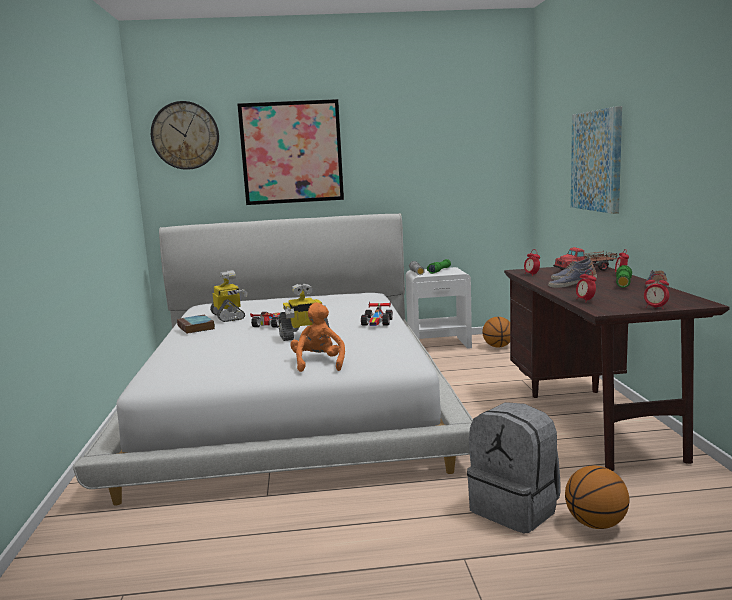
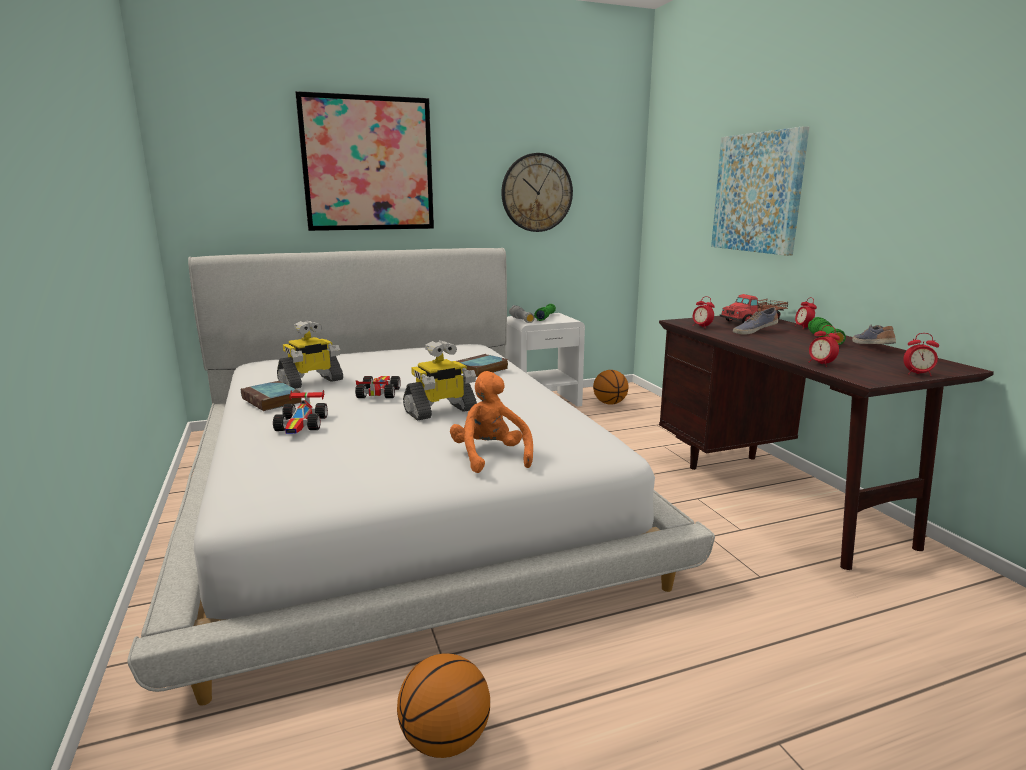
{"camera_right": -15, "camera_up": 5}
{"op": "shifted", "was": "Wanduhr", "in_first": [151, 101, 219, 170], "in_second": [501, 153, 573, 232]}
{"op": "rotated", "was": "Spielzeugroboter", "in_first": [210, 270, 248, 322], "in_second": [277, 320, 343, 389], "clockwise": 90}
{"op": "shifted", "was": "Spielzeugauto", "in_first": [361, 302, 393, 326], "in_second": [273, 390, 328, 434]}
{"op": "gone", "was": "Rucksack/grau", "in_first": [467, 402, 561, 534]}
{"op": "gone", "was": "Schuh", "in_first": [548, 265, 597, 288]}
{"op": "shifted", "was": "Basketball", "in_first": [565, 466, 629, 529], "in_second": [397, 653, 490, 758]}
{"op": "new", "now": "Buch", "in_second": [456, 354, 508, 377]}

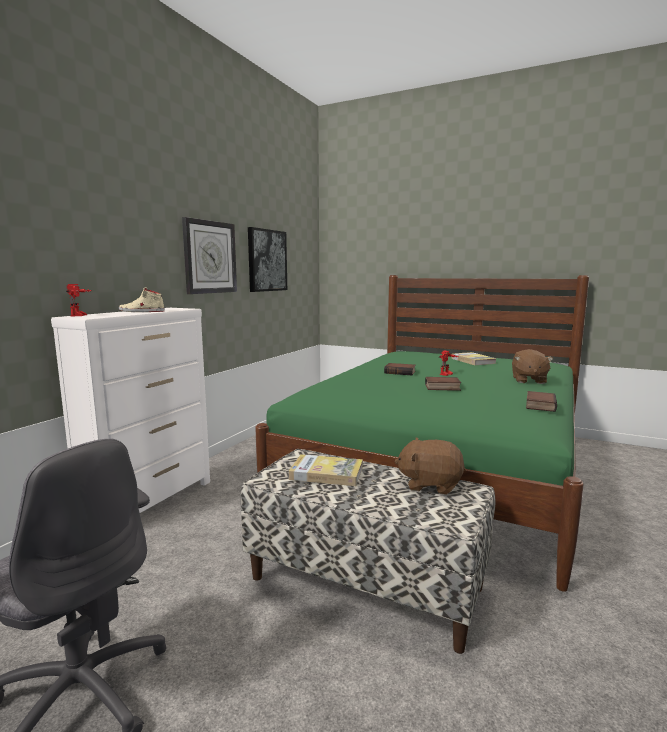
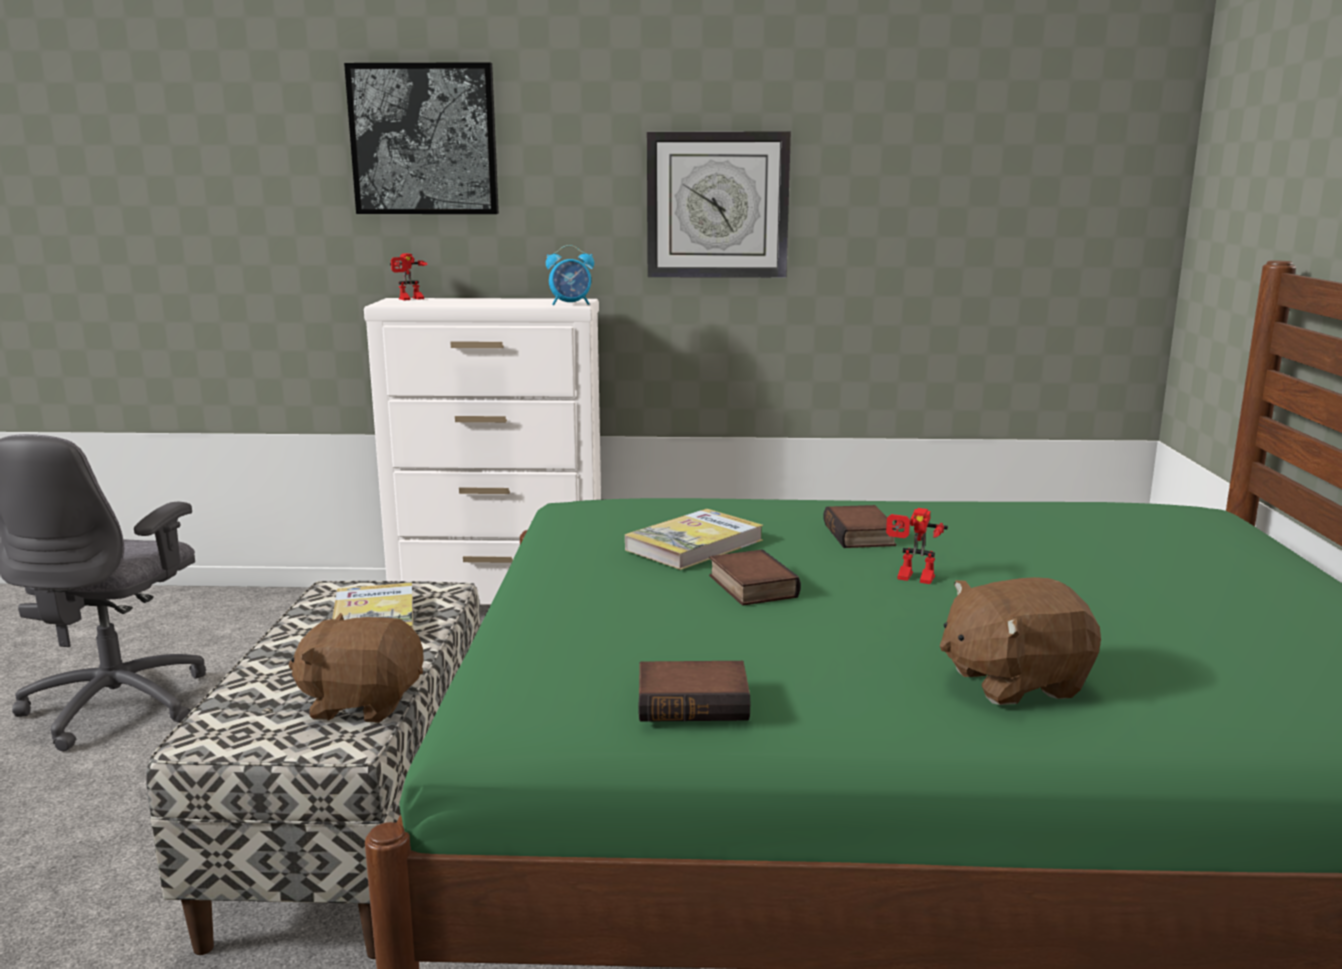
{"camera_right": 65, "camera_up": 5}
{"op": "gone", "was": "Schuh/beige", "in_first": [119, 287, 165, 312]}
{"op": "shifted", "was": "Bild", "in_first": [248, 227, 287, 292], "in_second": [344, 62, 499, 214]}
{"op": "rotated", "was": "Plüschtier/braun", "in_first": [394, 438, 466, 495], "in_second": [289, 613, 424, 723], "clockwise": -75}
{"op": "shifted", "was": "Buch", "in_first": [452, 352, 496, 365], "in_second": [625, 509, 763, 570]}
{"op": "new", "now": "Wecker", "in_second": [546, 245, 594, 306]}

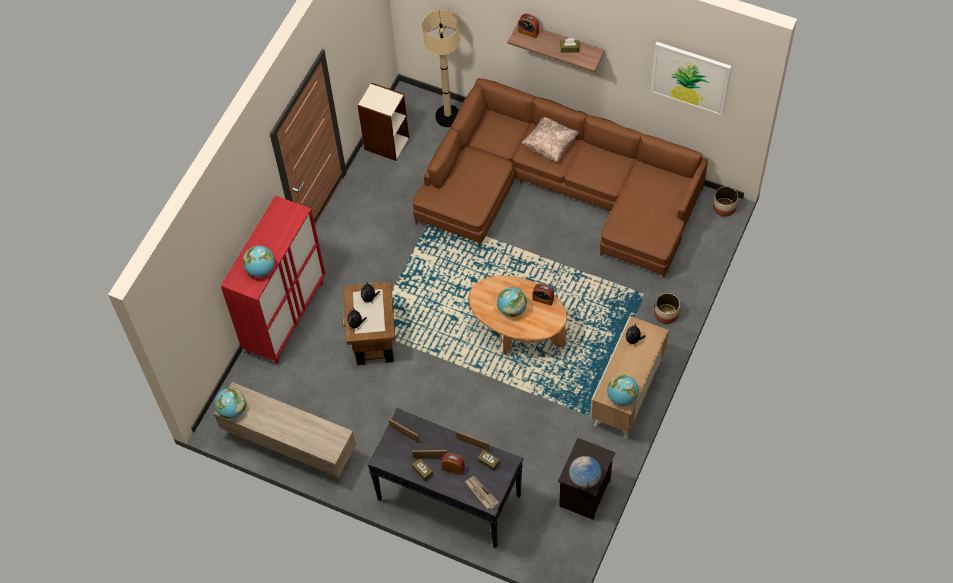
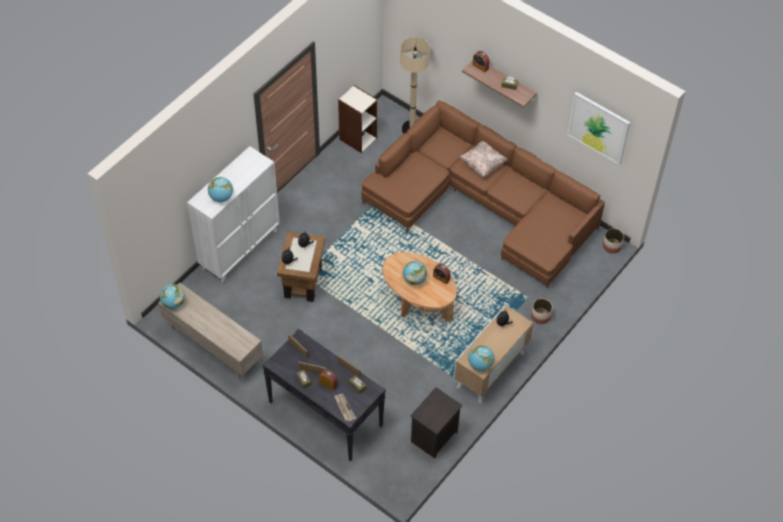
{"camera_right": 10, "camera_up": -5}
{"op": "repainted", "was": "Schrank/rot", "now": "Schrank/weiß", "in_first": [221, 195, 326, 364], "in_second": [187, 146, 280, 282]}
{"op": "gone", "was": "Globus", "in_first": [569, 456, 602, 489]}

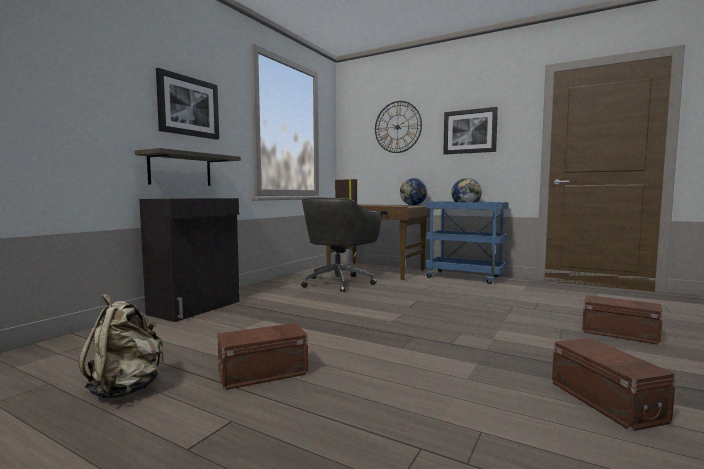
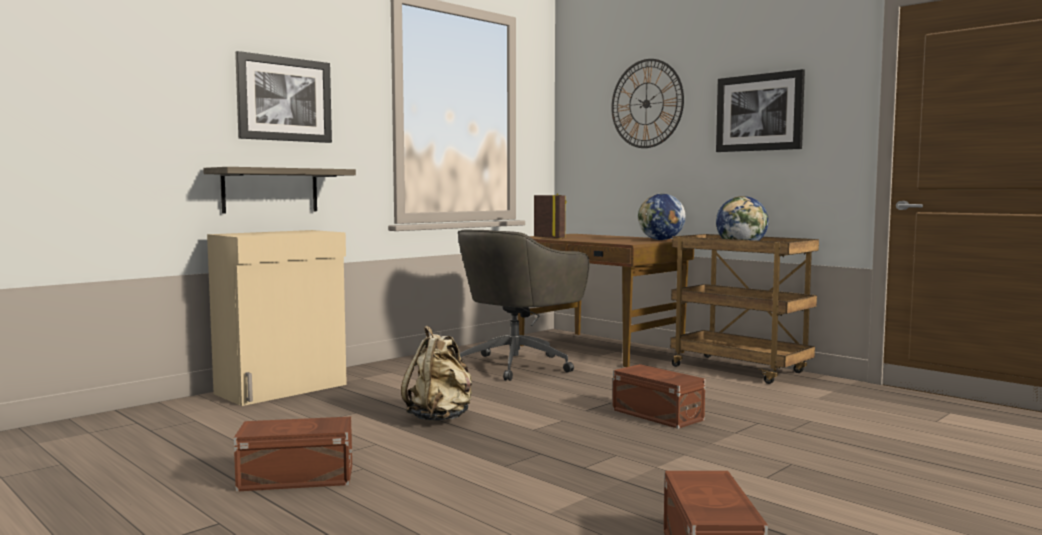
{"camera_right": 15, "camera_up": 0}
{"op": "shifted", "was": "Rucksack/beige", "in_first": [79, 294, 164, 398], "in_second": [401, 326, 472, 421]}
{"op": "repainted", "was": "Schrank/schwarz", "now": "Schrank/beige", "in_first": [139, 198, 240, 322], "in_second": [207, 230, 347, 406]}
{"op": "repainted", "was": "Rollwagen/blau", "now": "Rollwagen/braun", "in_first": [426, 201, 509, 284], "in_second": [670, 234, 819, 384]}
{"op": "shifted", "was": "Aufbewahrungsbox/braun", "in_first": [582, 295, 663, 345], "in_second": [613, 364, 705, 429]}

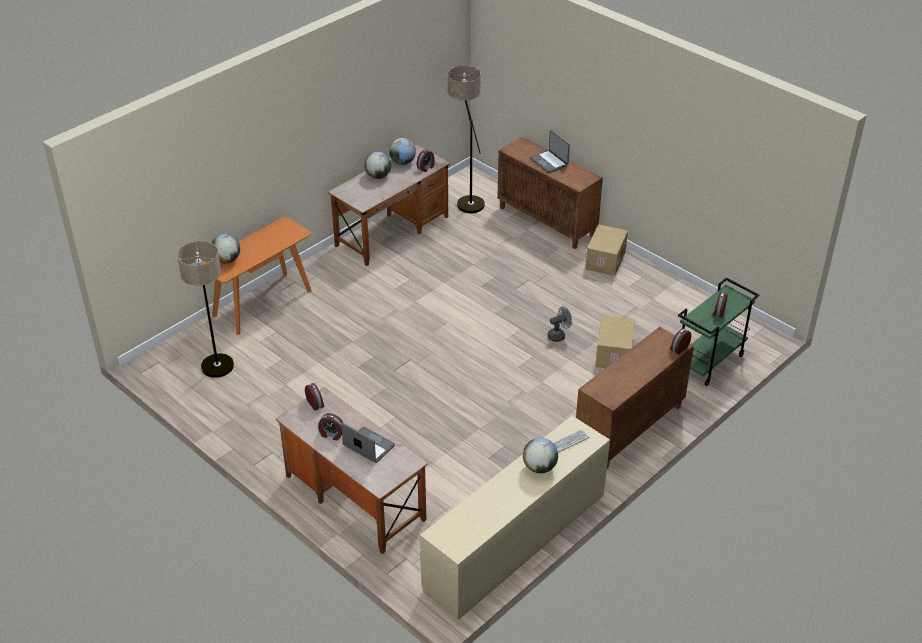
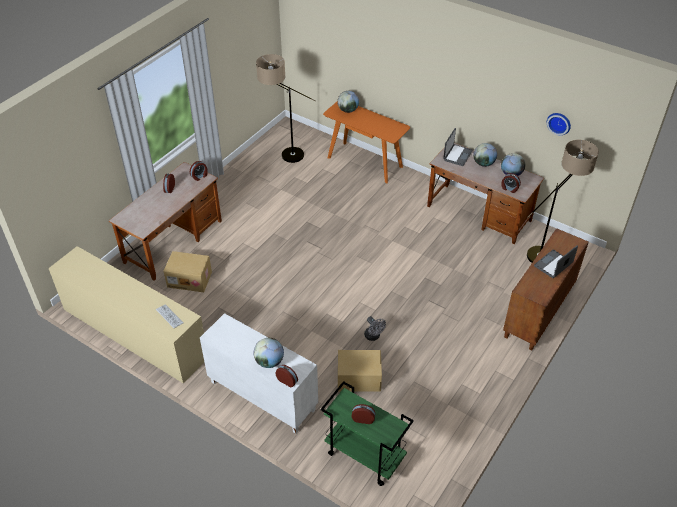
{"camera_right": 80, "camera_up": 5}
{"op": "shifted", "was": "Laptop", "in_first": [341, 423, 395, 463], "in_second": [443, 128, 473, 166]}
{"op": "shifted", "was": "Globus", "in_first": [523, 438, 558, 473], "in_second": [254, 338, 284, 368]}
{"op": "repainted", "was": "Schrank/braun", "now": "Schrank/weiß", "in_first": [576, 327, 694, 469], "in_second": [200, 313, 318, 434]}
{"op": "shifted", "was": "Karton", "in_first": [585, 224, 628, 276], "in_second": [164, 251, 212, 292]}
{"op": "new", "now": "Wanduhr", "in_second": [547, 113, 571, 135]}

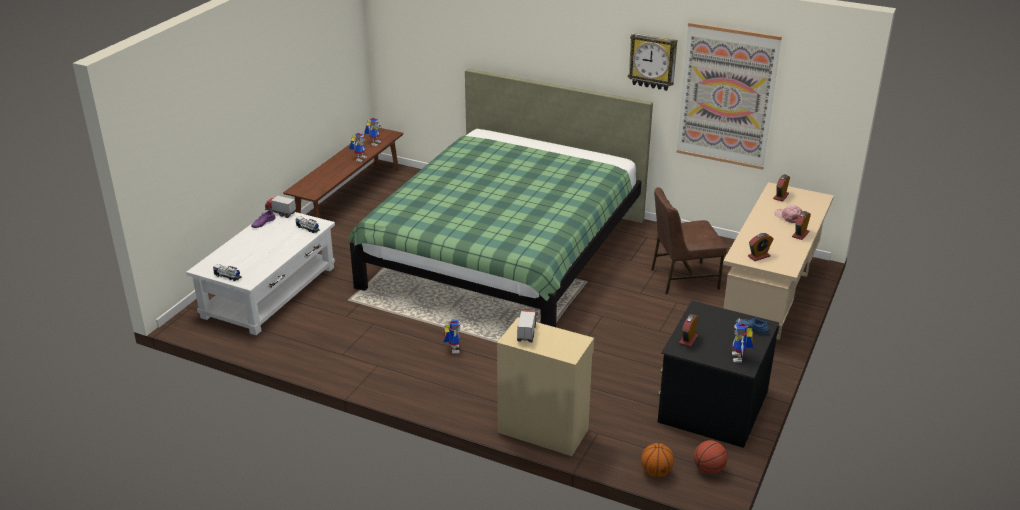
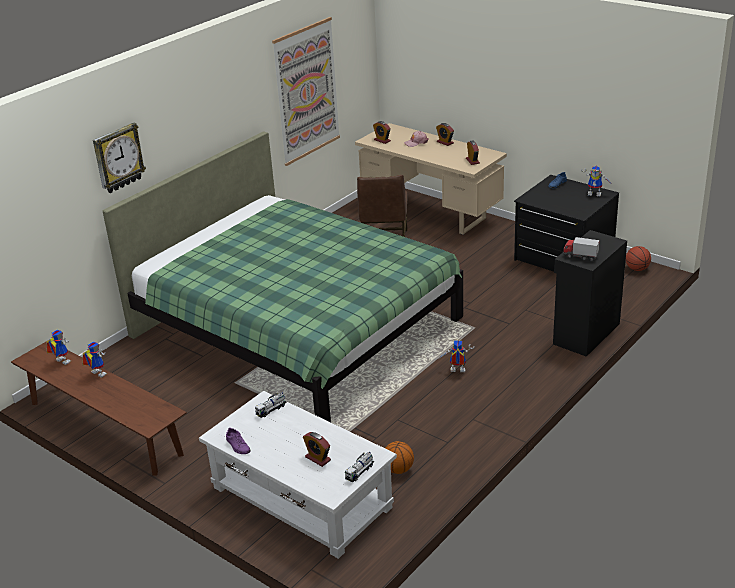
{"camera_right": -75, "camera_up": 0}
{"op": "gone", "was": "Spielzeuglaster", "in_first": [265, 195, 296, 218]}
{"op": "repainted", "was": "Schrank/beige", "now": "Schrank/schwarz", "in_first": [497, 317, 594, 456], "in_second": [553, 230, 627, 357]}
{"op": "shifted", "was": "Wanduhr", "in_first": [628, 33, 677, 91], "in_second": [93, 123, 146, 193]}
{"op": "shifted", "was": "Basketball", "in_first": [641, 443, 674, 477], "in_second": [385, 441, 414, 474]}
{"op": "shifted", "was": "Wecker", "in_first": [679, 314, 699, 347], "in_second": [303, 432, 331, 467]}

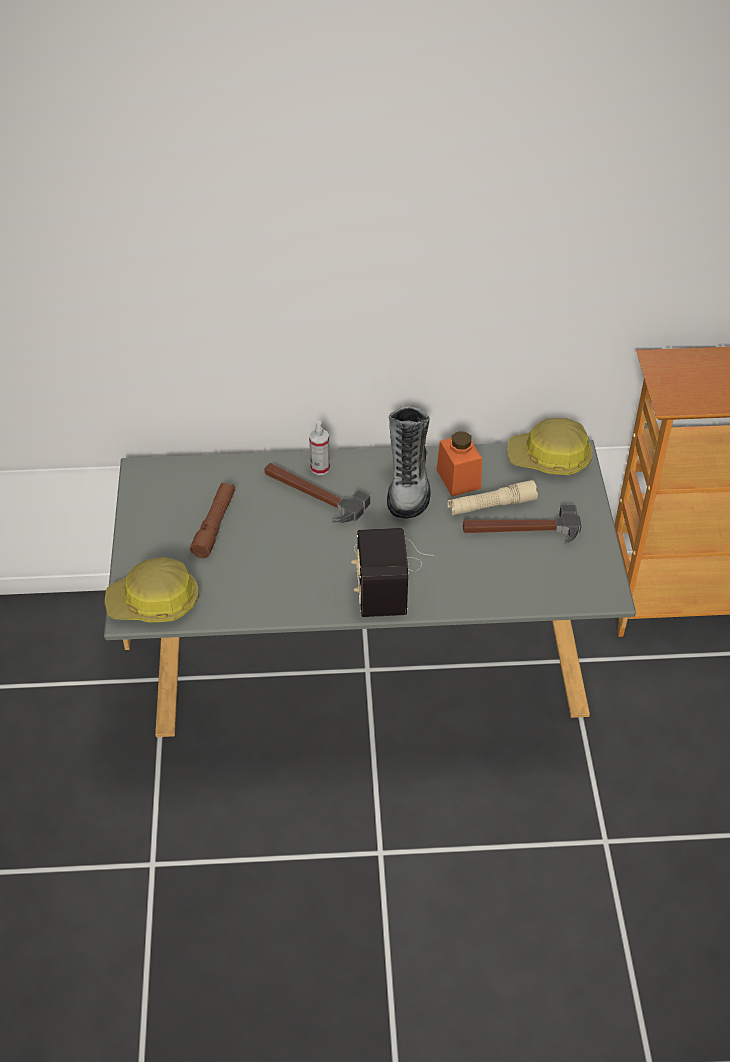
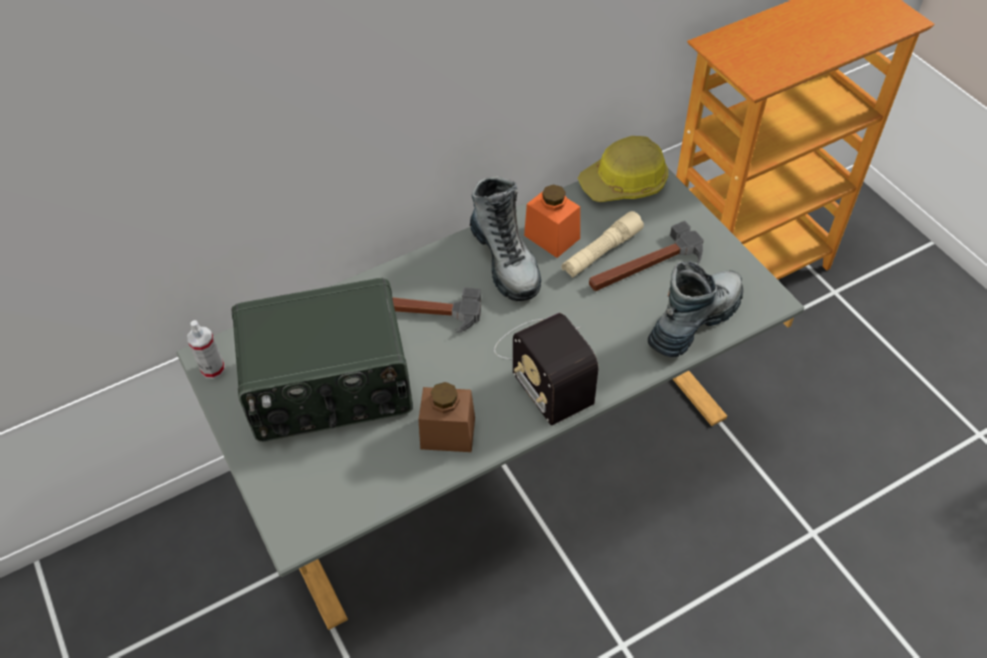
{"camera_right": -25, "camera_up": 5}
{"op": "gone", "was": "Schutzhelm", "in_first": [105, 557, 199, 622]}
{"op": "swapped", "was": "Taschenlampe/braun", "now": "Radio", "in_first": [190, 483, 235, 558], "in_second": [231, 278, 413, 442]}
{"op": "shifted", "was": "Sprühflasche", "in_first": [309, 421, 330, 475], "in_second": [187, 320, 225, 379]}
{"op": "new", "now": "Vorratsglas/braun", "in_second": [418, 382, 475, 452]}
{"op": "new", "now": "Stiefel", "in_second": [648, 261, 743, 358]}

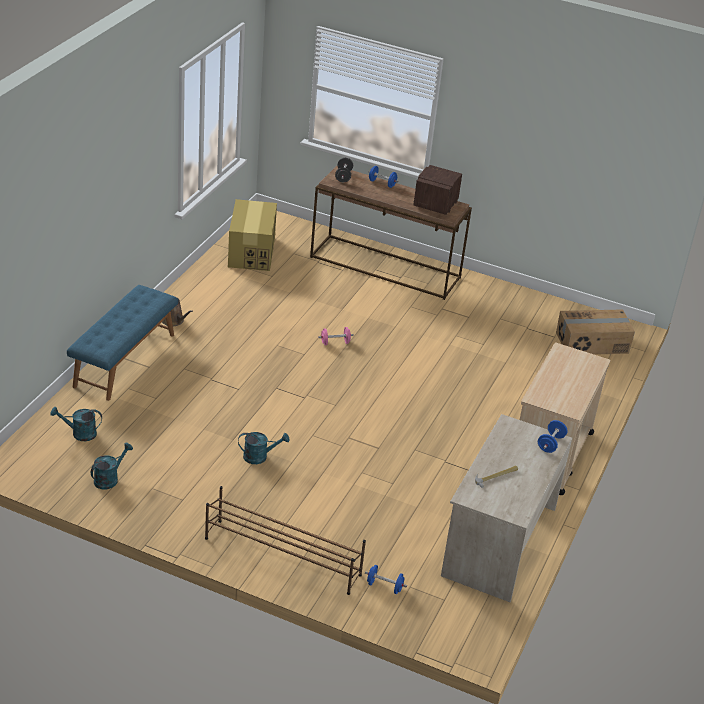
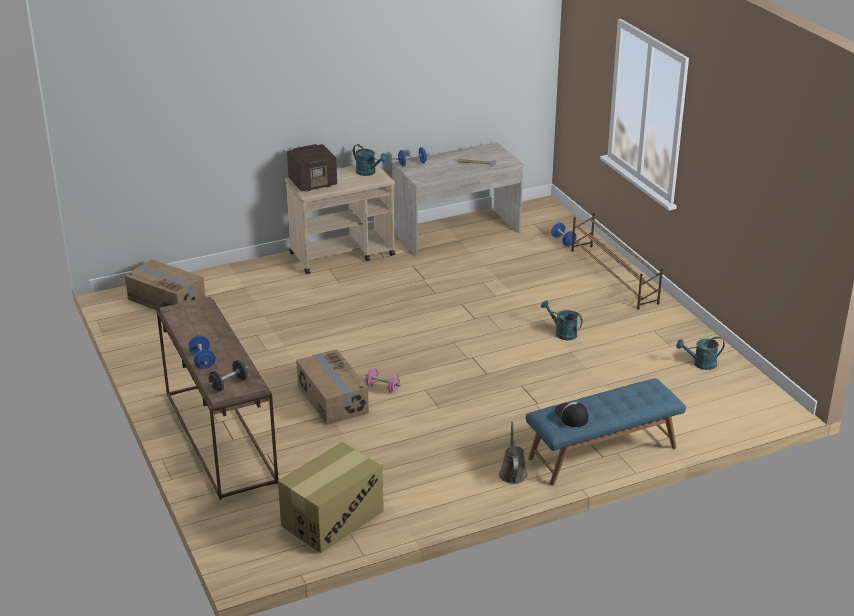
{"camera_right": -135, "camera_up": -5}
{"op": "shifted", "was": "Gießkanne/türkis", "in_first": [50, 407, 102, 441], "in_second": [353, 144, 388, 176]}
{"op": "shifted", "was": "Radio", "in_first": [413, 165, 462, 215], "in_second": [287, 144, 337, 192]}
{"op": "new", "now": "Karton", "in_second": [296, 349, 369, 425]}
{"op": "new", "now": "Kappe", "in_second": [554, 402, 588, 427]}

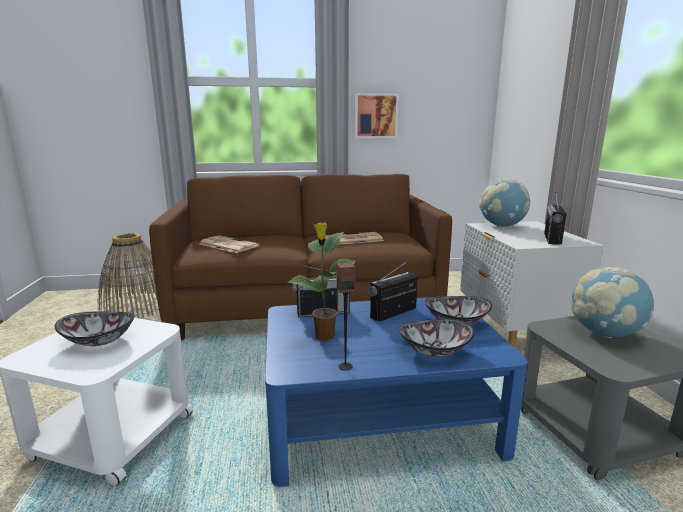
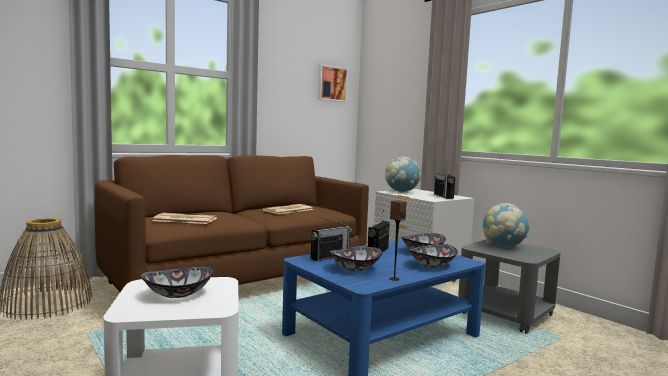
{"camera_right": -30, "camera_up": -10}
{"op": "swapped", "was": "Topfpflanze", "now": "Schüssel", "in_first": [288, 222, 355, 341], "in_second": [329, 247, 383, 271]}
{"op": "shifted", "was": "Bild", "in_first": [355, 93, 399, 138], "in_second": [318, 64, 348, 102]}

